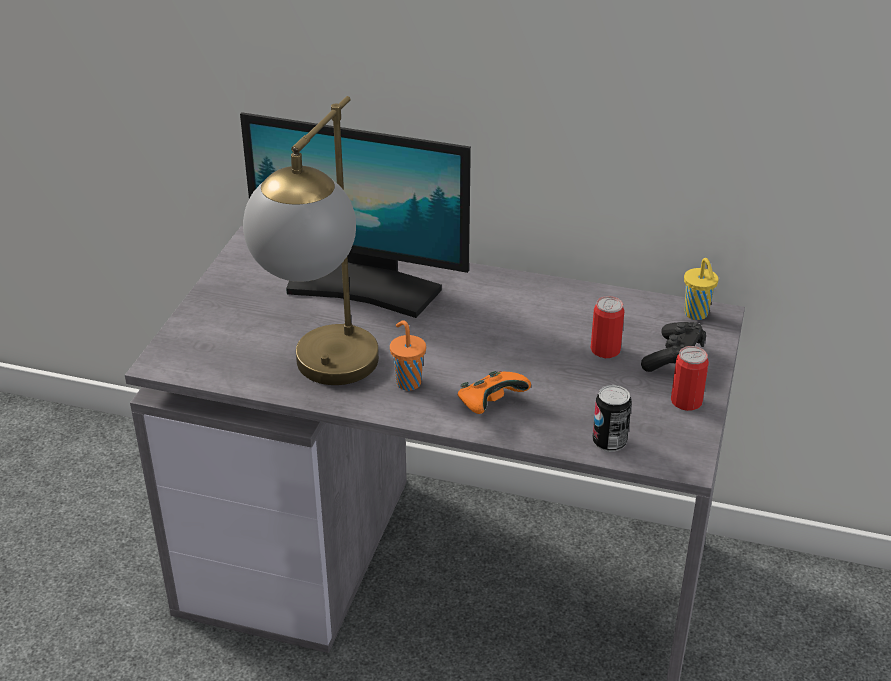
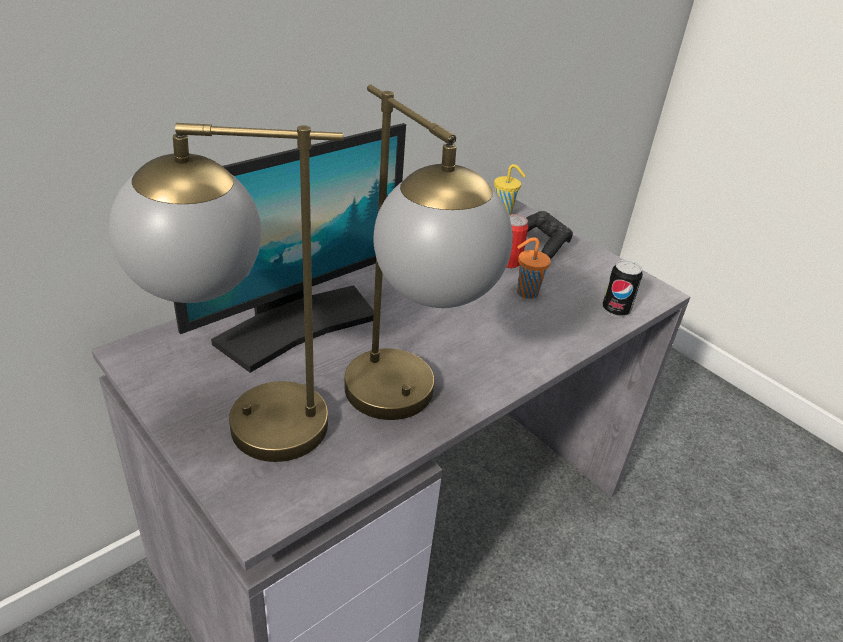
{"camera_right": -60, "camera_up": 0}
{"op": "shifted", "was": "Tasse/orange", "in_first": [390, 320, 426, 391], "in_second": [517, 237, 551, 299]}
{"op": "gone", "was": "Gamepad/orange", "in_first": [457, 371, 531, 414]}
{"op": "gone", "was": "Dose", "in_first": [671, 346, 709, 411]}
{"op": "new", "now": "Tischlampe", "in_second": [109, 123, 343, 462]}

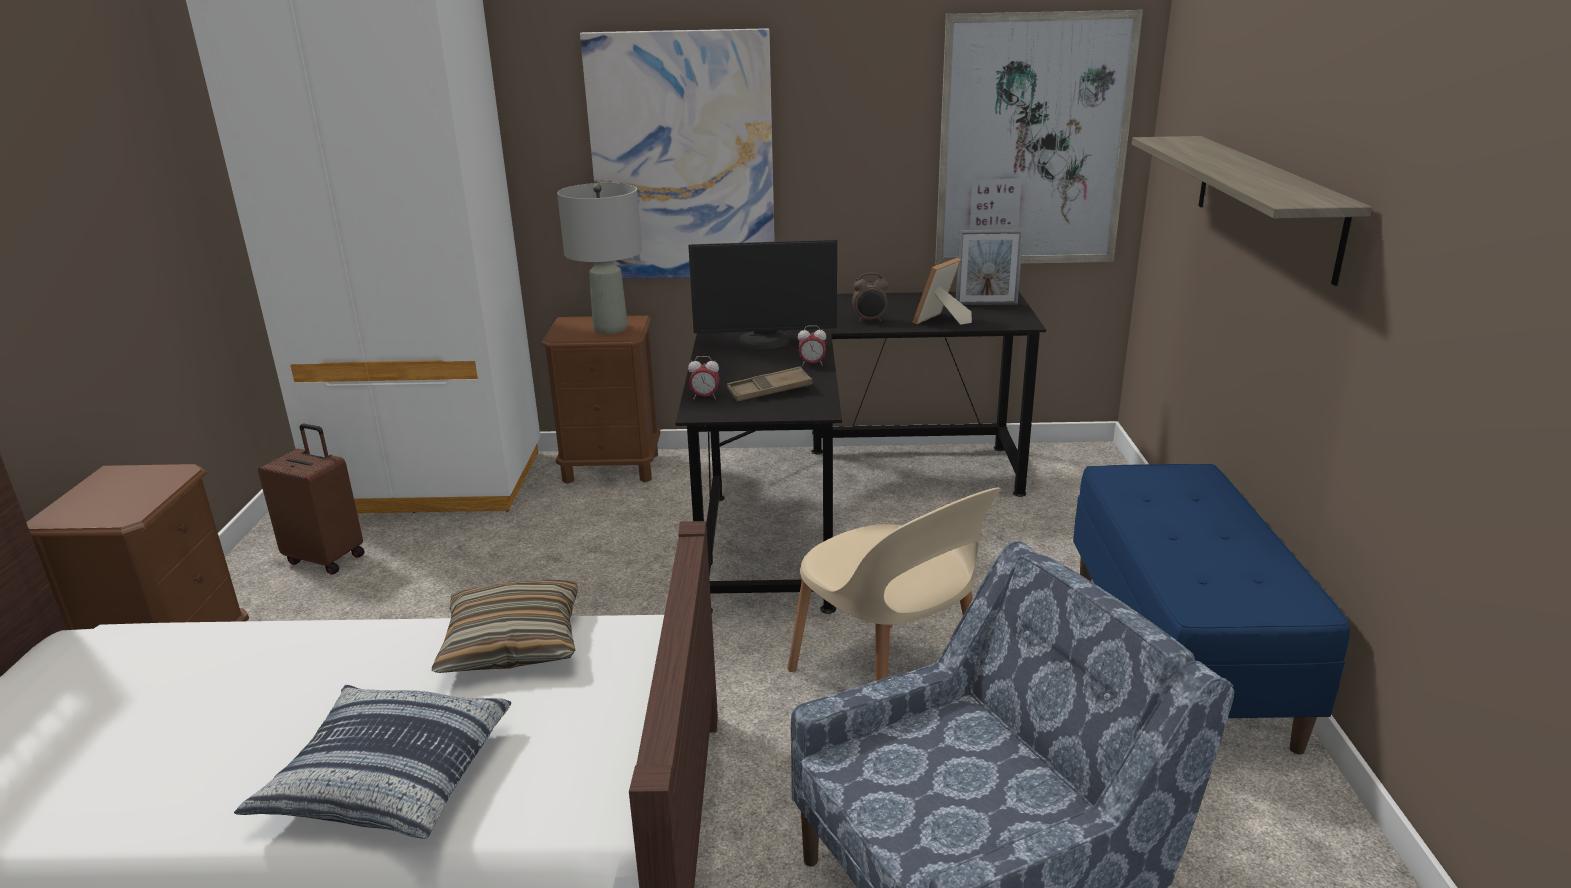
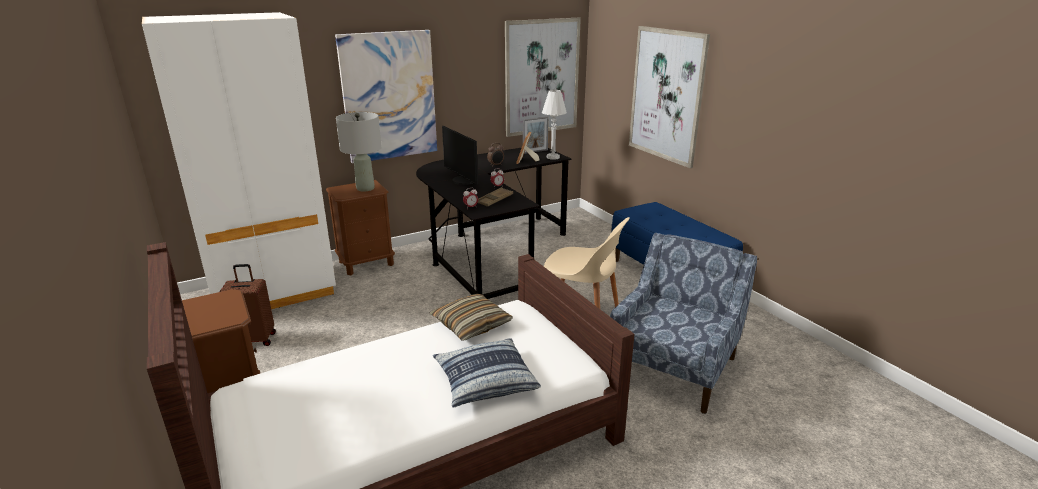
{"camera_right": -30, "camera_up": 0}
{"op": "rotated", "was": "Monitor", "in_first": [688, 240, 837, 349], "in_second": [442, 126, 478, 185], "clockwise": 90}
{"op": "swapped", "was": "Wandregal", "now": "Bild", "in_first": [1132, 136, 1372, 286], "in_second": [629, 26, 710, 168]}
{"op": "new", "now": "Tischlampe/weiß", "in_second": [542, 90, 567, 160]}

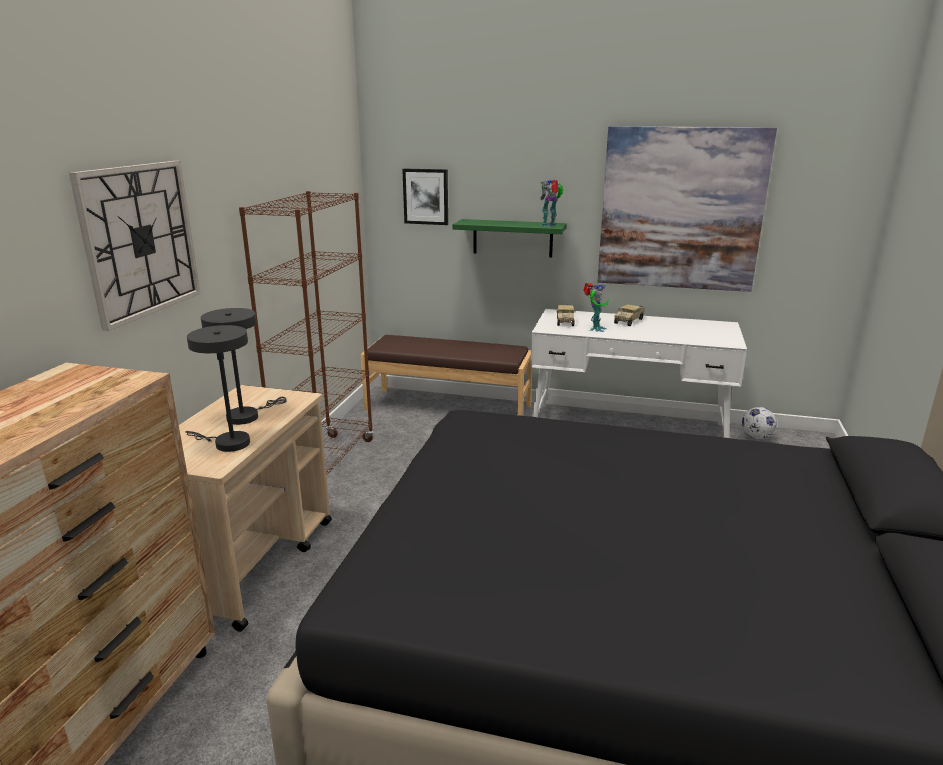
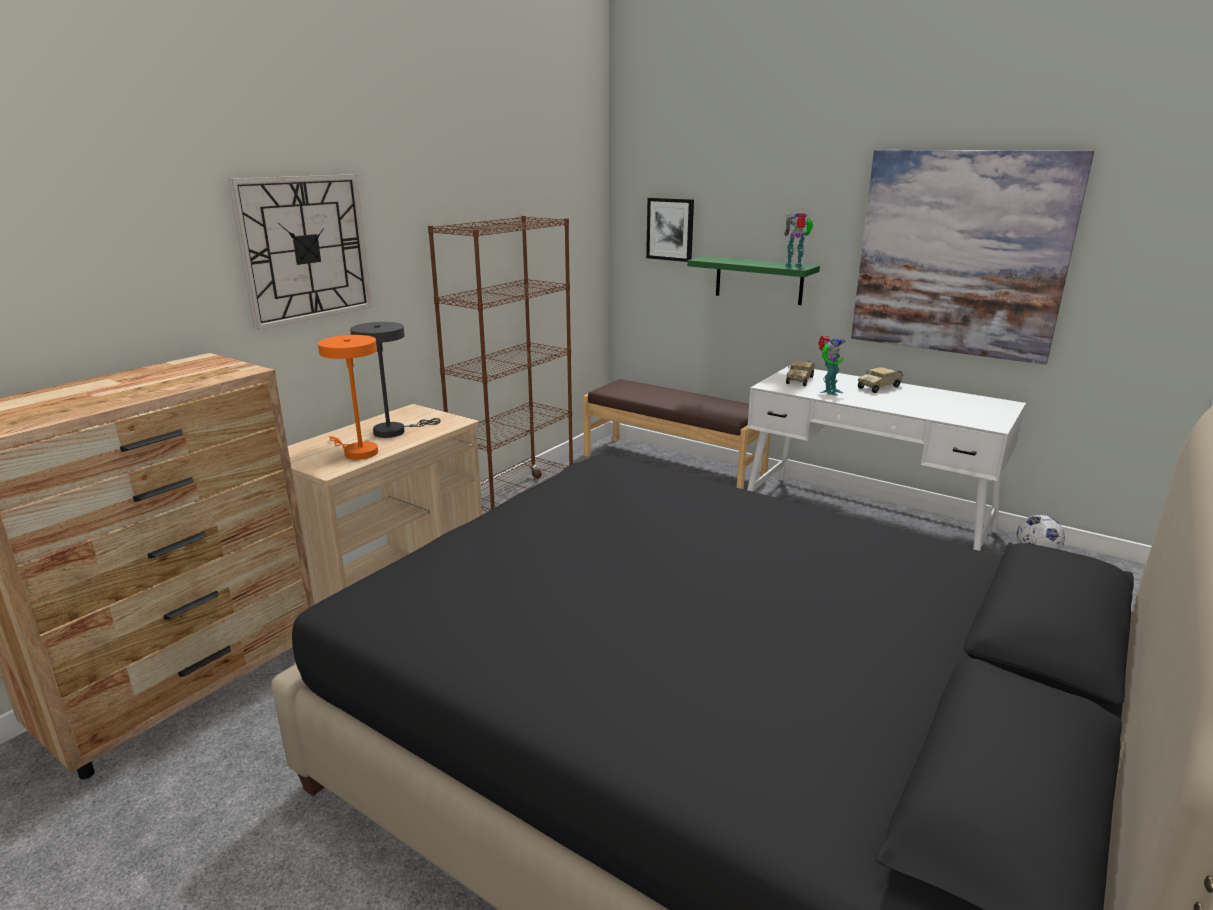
{"camera_right": 20, "camera_up": 0}
{"op": "repainted", "was": "Tischlampe/grau", "now": "Tischlampe/orange", "in_first": [185, 325, 250, 452], "in_second": [318, 335, 378, 460]}

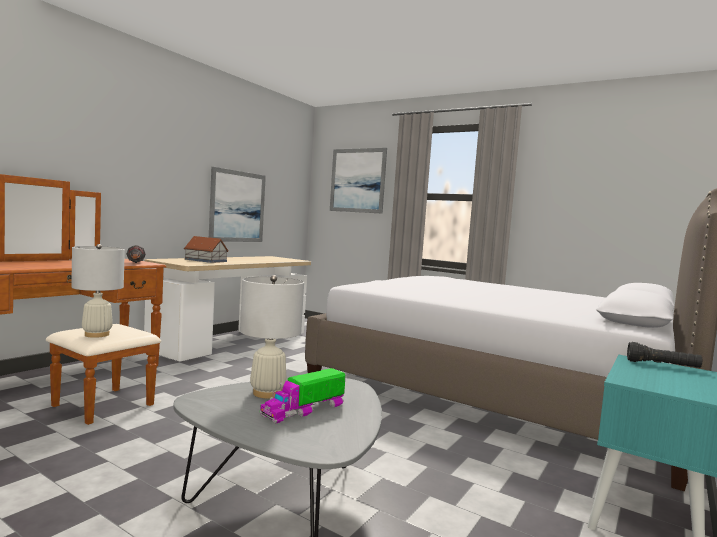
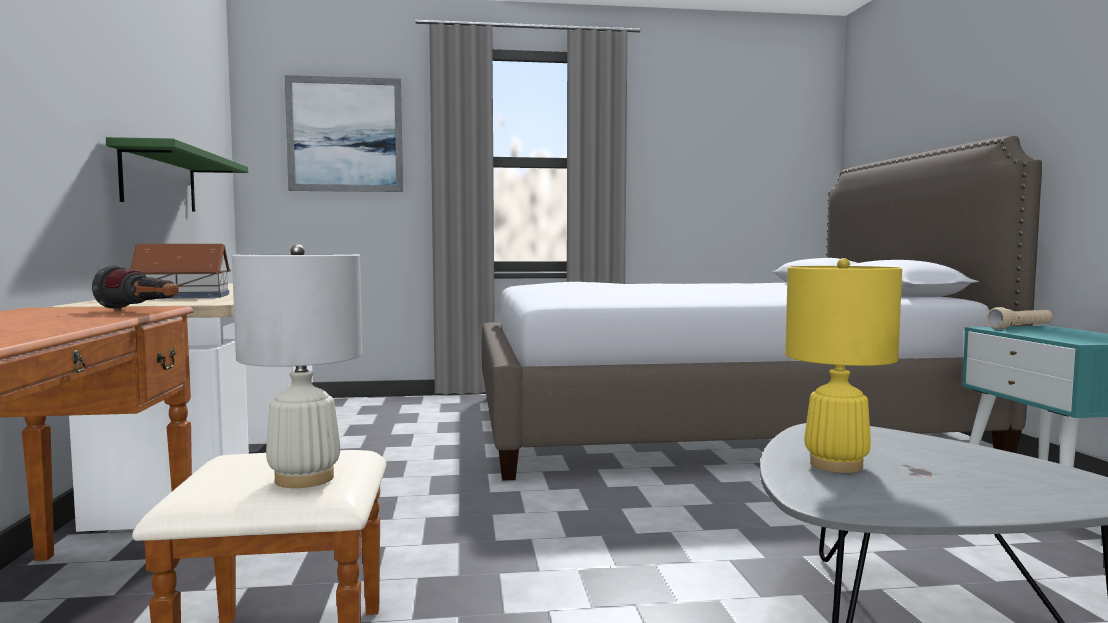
{"camera_right": -40, "camera_up": 0}
{"op": "swapped", "was": "Bild", "now": "Wandregal/grün", "in_first": [209, 167, 266, 242], "in_second": [106, 137, 248, 212]}
{"op": "repainted", "was": "Tischlampe/weiß", "now": "Tischlampe/gelb", "in_first": [240, 275, 304, 398], "in_second": [785, 258, 902, 473]}
{"op": "gone", "was": "Spielzeuglaster", "in_first": [260, 368, 346, 424]}
{"op": "repainted", "was": "Taschenlampe/schwarz", "now": "Taschenlampe/beige", "in_first": [627, 342, 702, 368], "in_second": [987, 307, 1053, 329]}

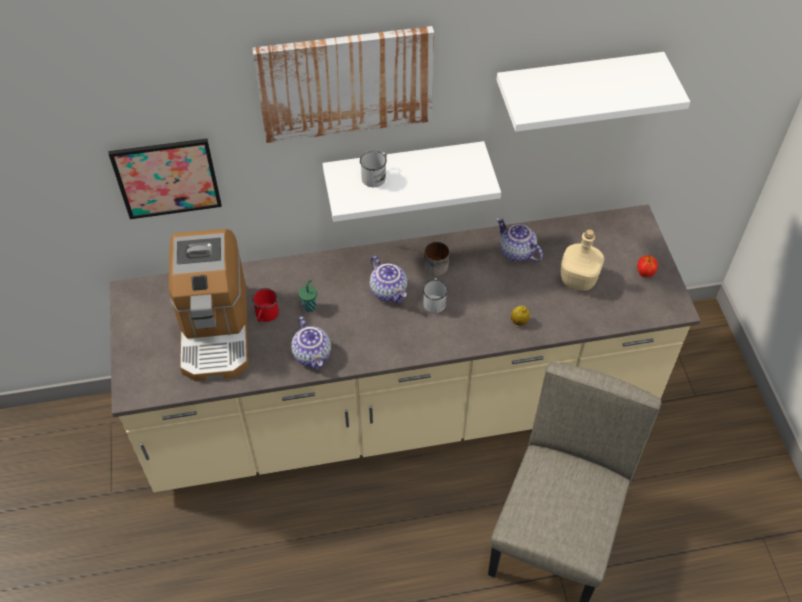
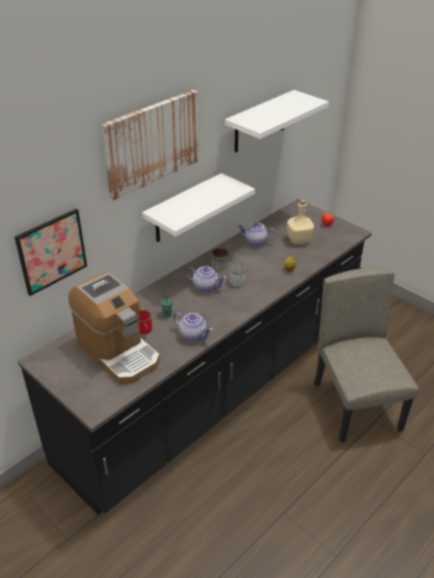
{"camera_right": -35, "camera_up": -15}
{"op": "repainted", "was": "Küchenzeile/beige", "now": "Küchenzeile/schwarz", "in_first": [110, 205, 701, 492], "in_second": [18, 199, 372, 515]}
{"op": "gone", "was": "Henkelbecher/weiß", "in_first": [360, 151, 387, 187]}

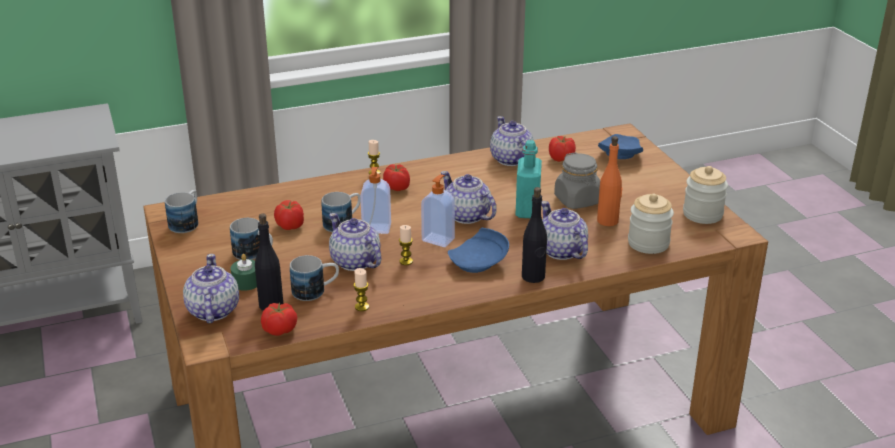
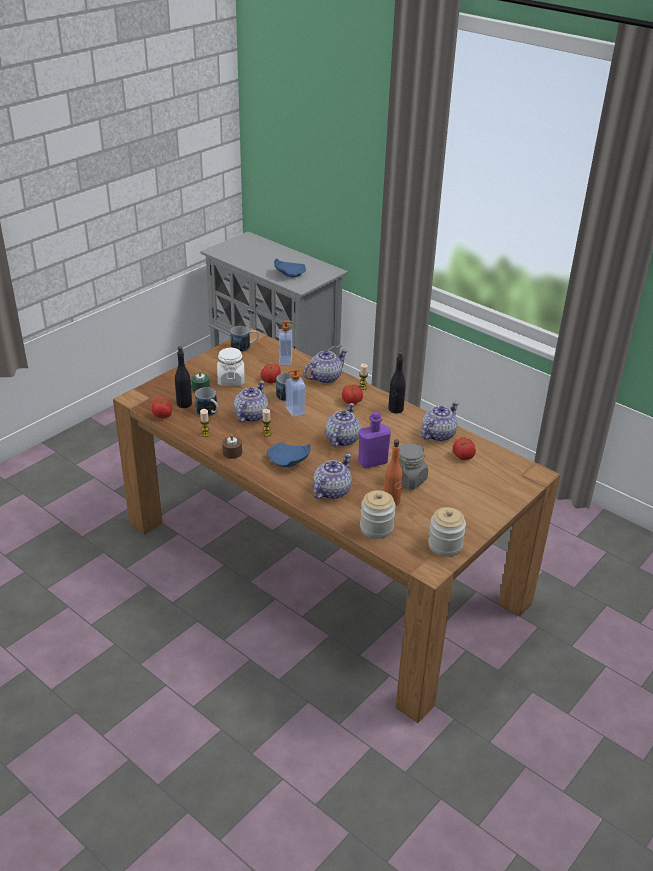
{"camera_right": 60, "camera_up": 5}
{"op": "shifted", "was": "Teekanne", "in_first": [183, 254, 239, 324], "in_second": [303, 349, 348, 384]}
{"op": "swapped", "was": "Henkelbecher", "now": "Vorratsglas/weiß", "in_first": [230, 218, 273, 260], "in_second": [217, 348, 245, 386]}
{"op": "shifted", "was": "Seifenspender", "in_first": [421, 175, 455, 247], "in_second": [279, 320, 294, 365]}
{"op": "repainted", "was": "Flasche/türkis", "now": "Flasche/lila", "in_first": [516, 140, 542, 218], "in_second": [358, 411, 391, 468]}
{"op": "shifted", "was": "Flasche/schwarz", "in_first": [522, 187, 547, 283], "in_second": [388, 352, 406, 413]}
{"op": "shifted", "was": "Teller/blau", "in_first": [598, 134, 643, 159], "in_second": [274, 258, 306, 278]}
{"op": "new", "now": "Kerze/braun", "in_second": [222, 434, 242, 459]}

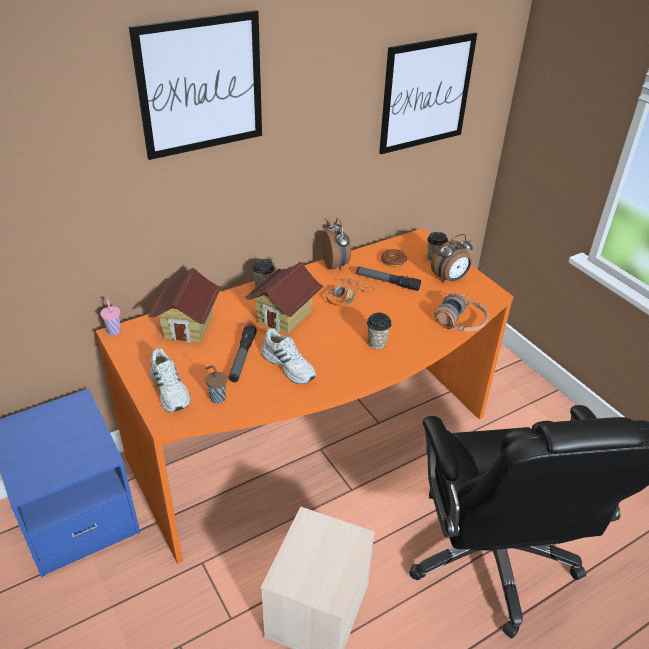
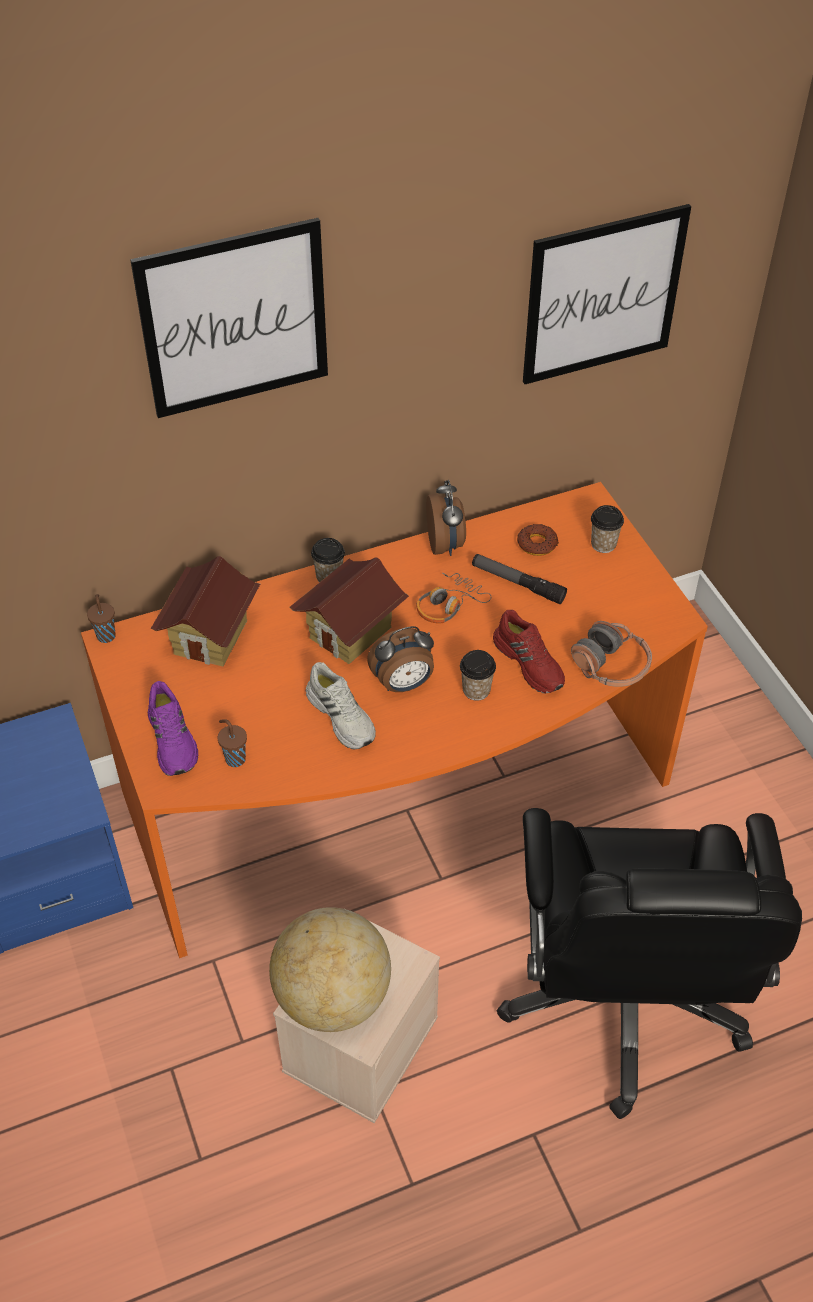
{"camera_right": 10, "camera_up": 10}
{"op": "repainted", "was": "Tasse/rosa", "now": "Tasse/braun", "in_first": [100, 299, 121, 335], "in_second": [87, 594, 116, 643]}
{"op": "repainted", "was": "Schuh/weiß", "now": "Schuh/lila", "in_first": [150, 348, 191, 413], "in_second": [148, 681, 198, 776]}
{"op": "gone", "was": "Taschenlampe", "in_first": [229, 325, 257, 382]}
{"op": "shifted", "was": "Wecker", "in_first": [431, 234, 473, 283], "in_second": [367, 626, 434, 692]}
{"op": "new", "now": "Globus", "in_second": [269, 907, 391, 1032]}
{"op": "new", "now": "Schuh/rot", "in_second": [493, 610, 565, 693]}

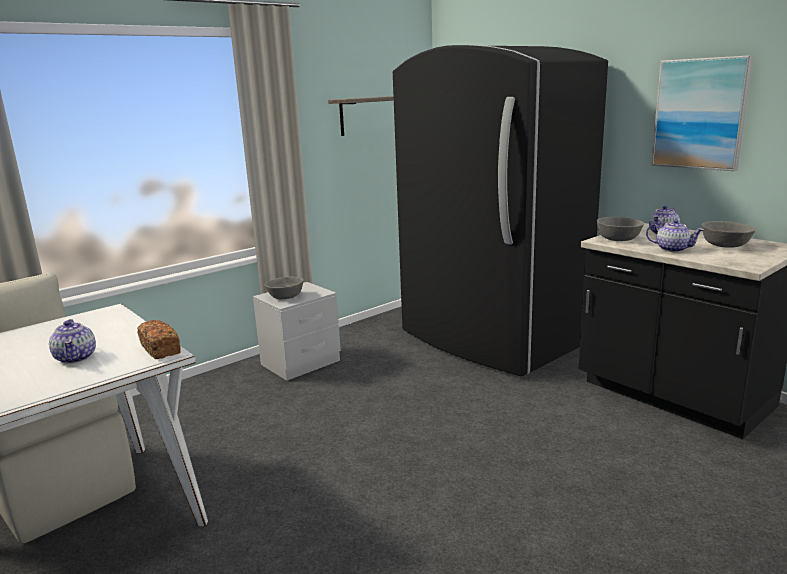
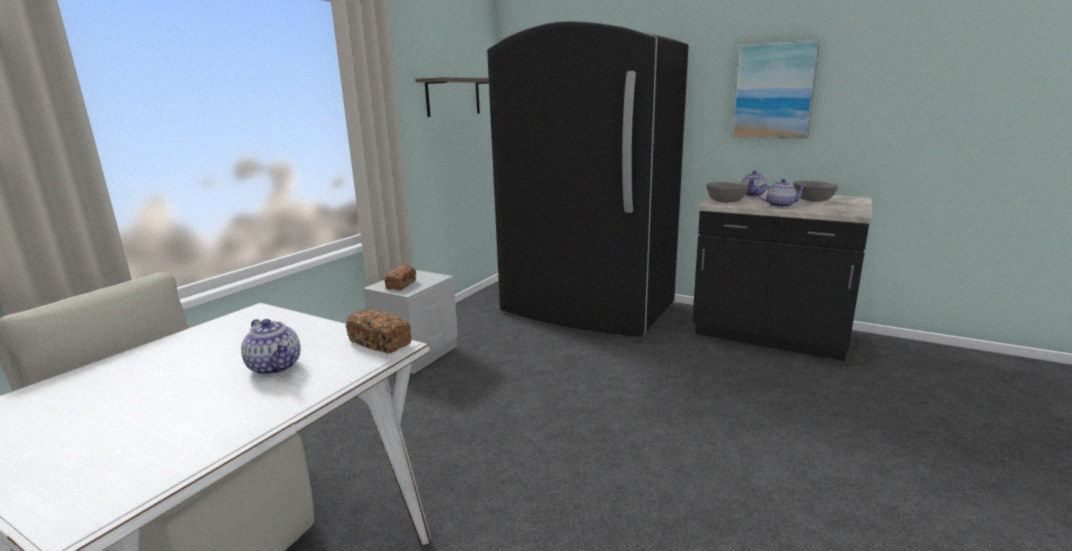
{"camera_right": -20, "camera_up": 0}
{"op": "swapped", "was": "Schüssel/grau", "now": "Brot", "in_first": [265, 277, 304, 300], "in_second": [384, 265, 416, 290]}

